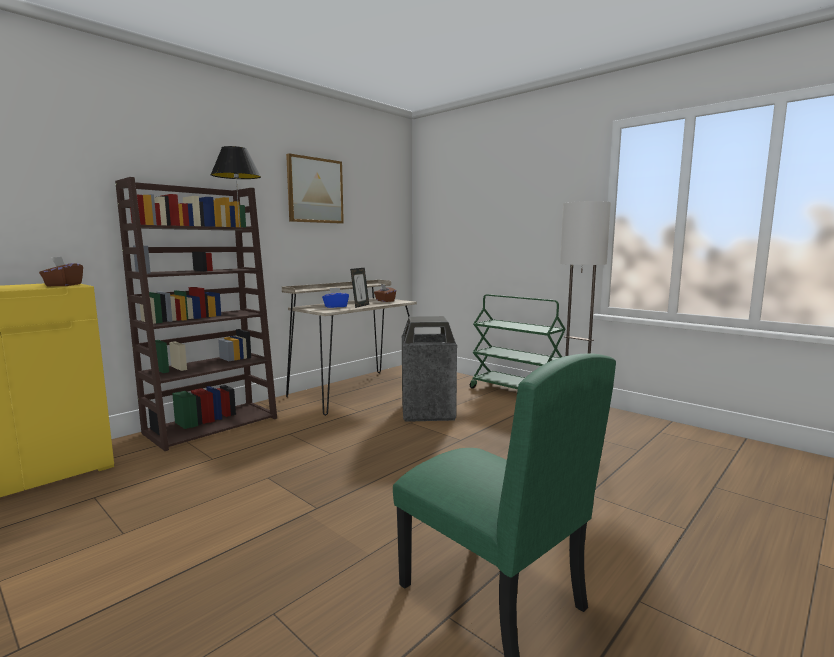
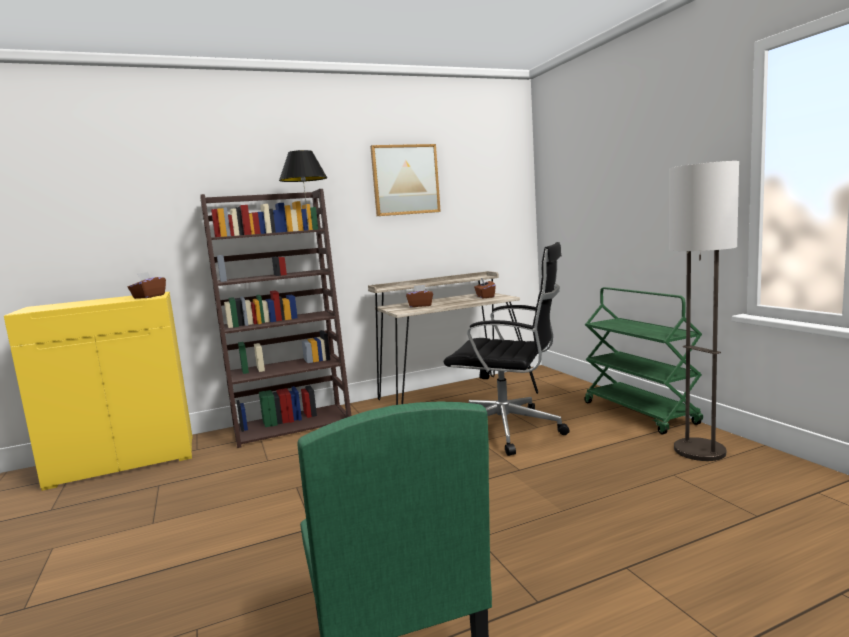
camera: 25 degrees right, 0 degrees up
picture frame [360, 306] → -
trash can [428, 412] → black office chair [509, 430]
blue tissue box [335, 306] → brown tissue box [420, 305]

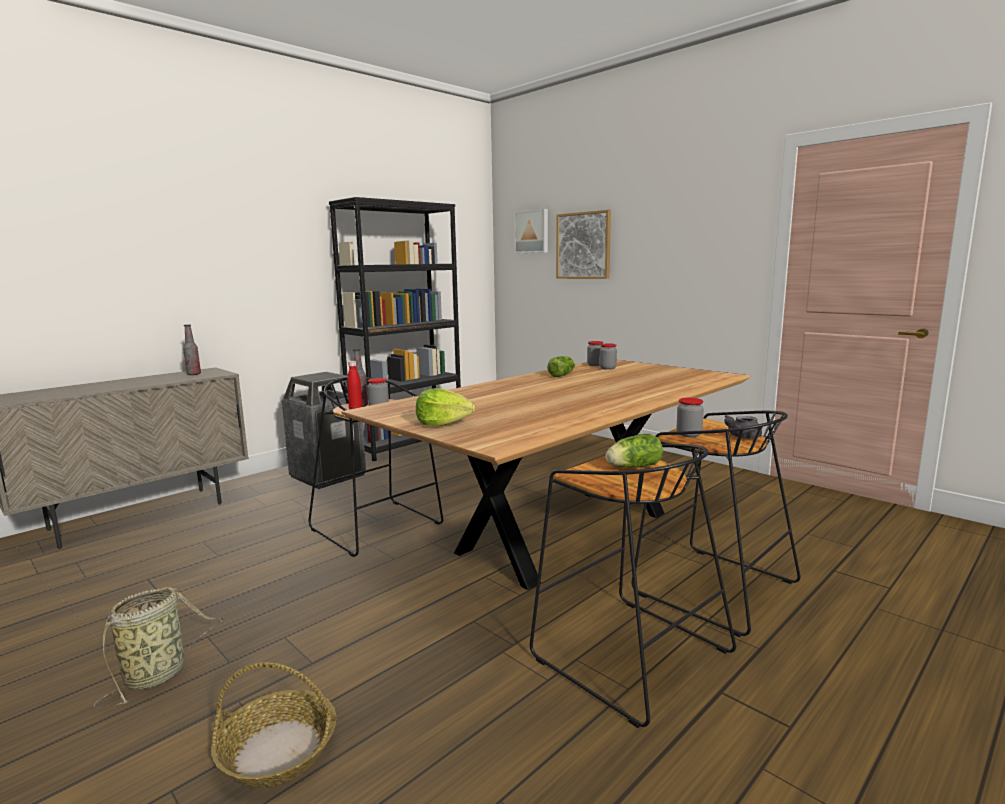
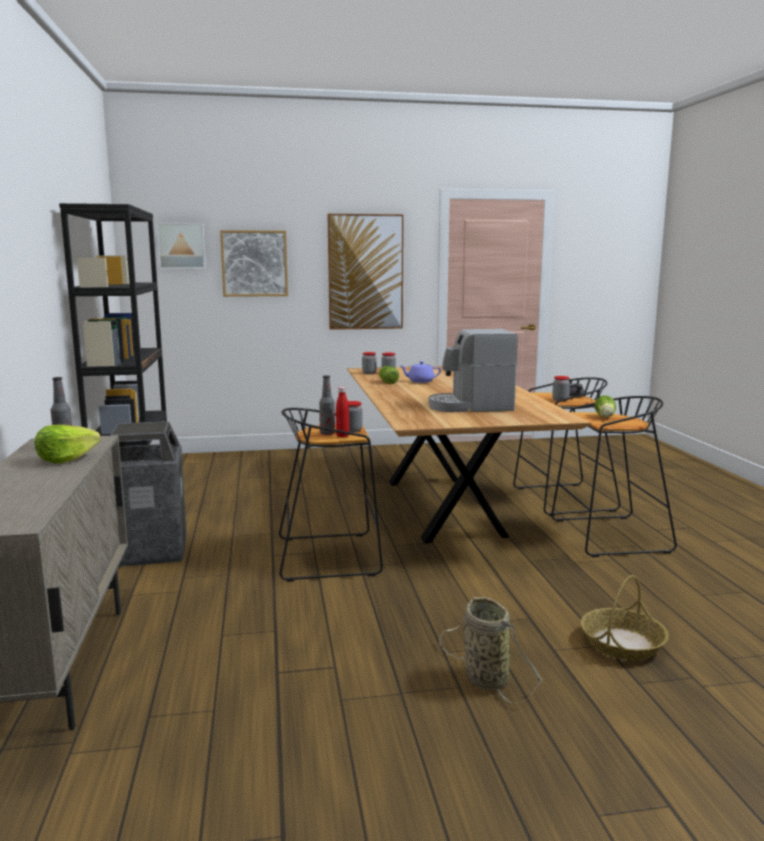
camera: 55 degrees left, 0 degrees up
- → picture [365, 272]
- → purple teapot [420, 381]
- → coffee machine [470, 406]
lettuce [443, 423] → lettuce [66, 459], move

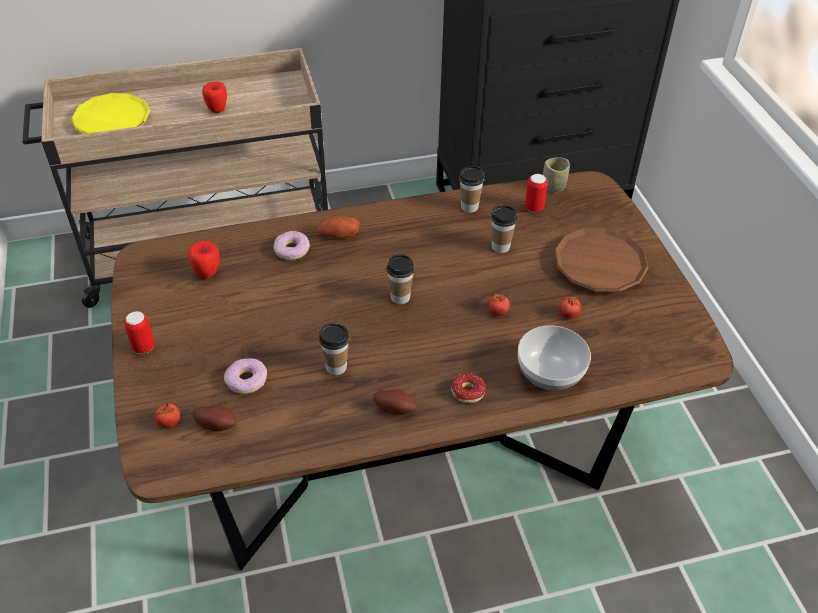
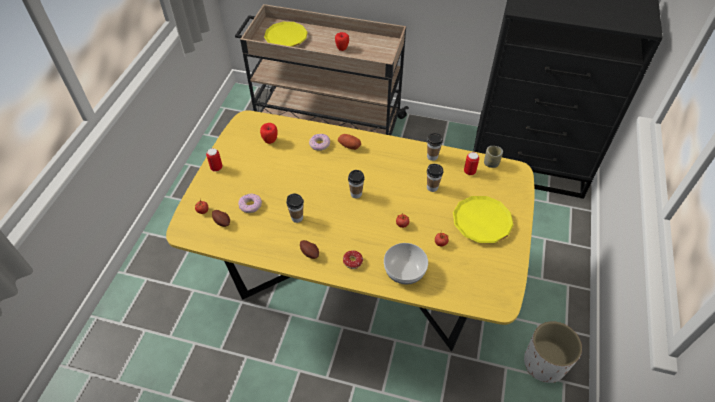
camera: 30 degrees right, 5 degrees up
- → white planter [544, 363]
brown dining table [406, 460] → yellow dining table [356, 283]
brown plate [599, 265] → yellow plate [481, 222]

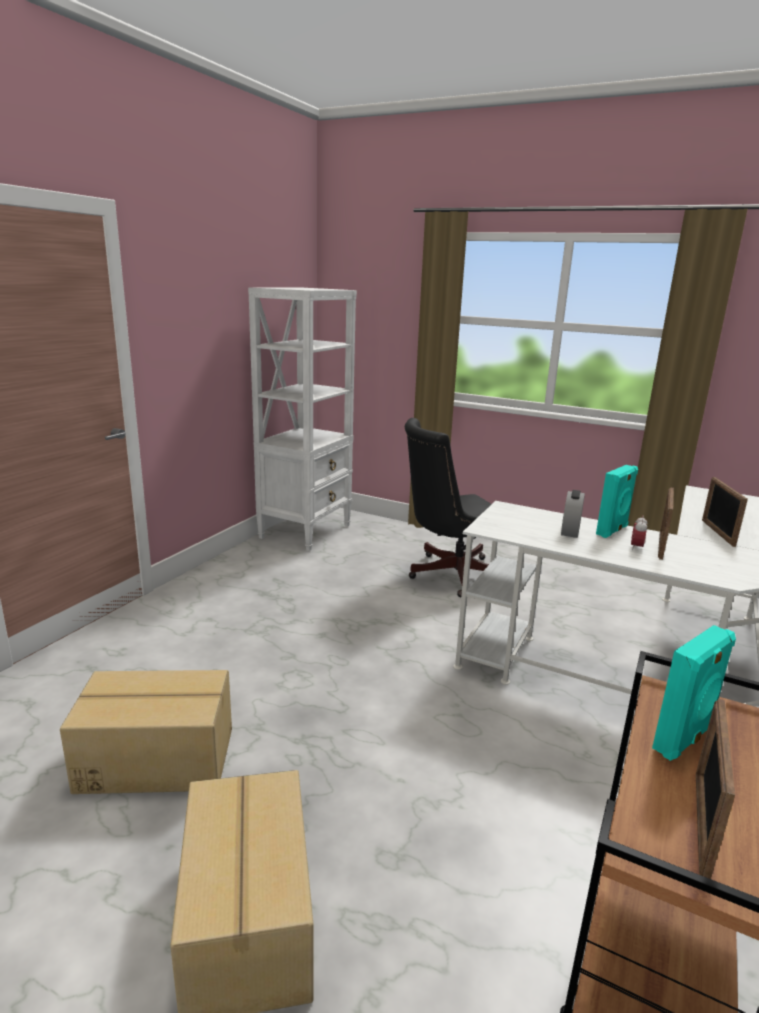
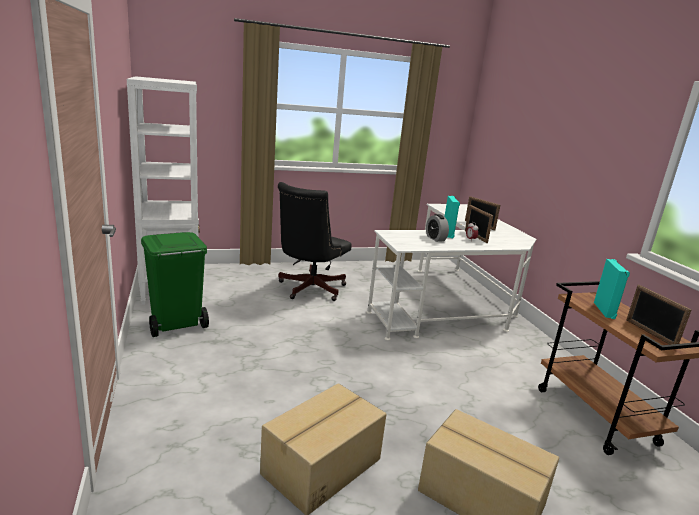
camera: 45 degrees left, 0 degrees up
- → green trash can [175, 325]

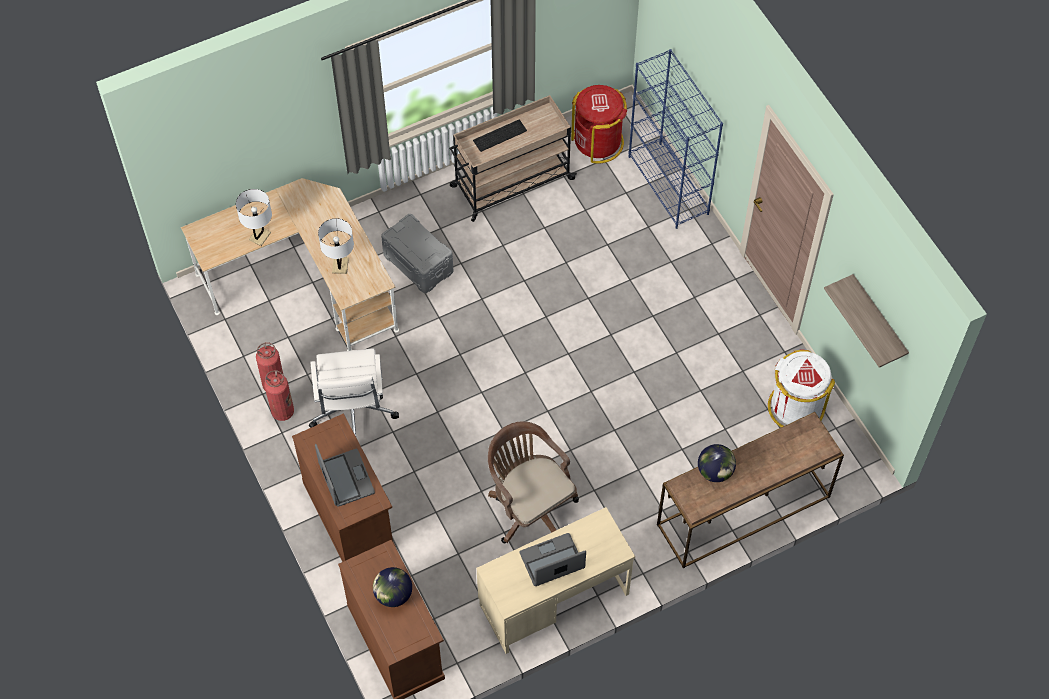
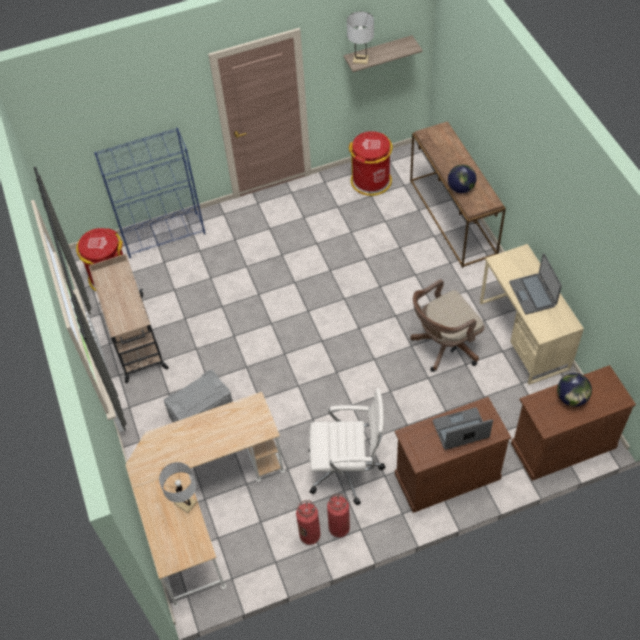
camera: 80 degrees left, 5 degrees down
keyboard [500, 134] → -
white table lamp [340, 265] → white table lamp [360, 59], move
white trash can [795, 407] → red trash can [371, 181]

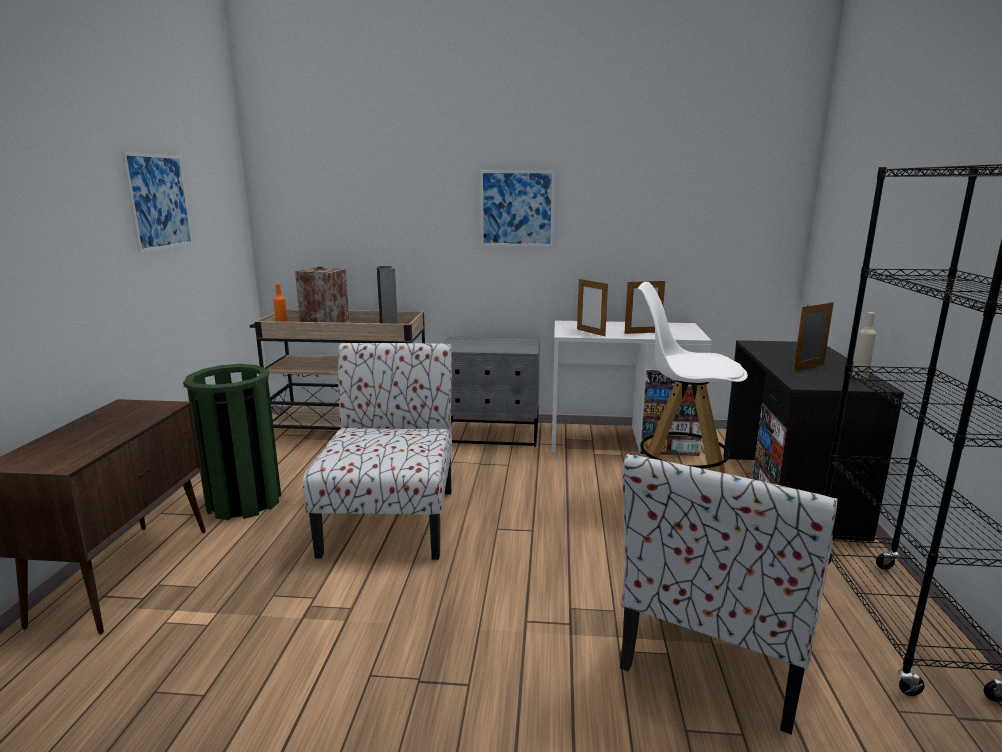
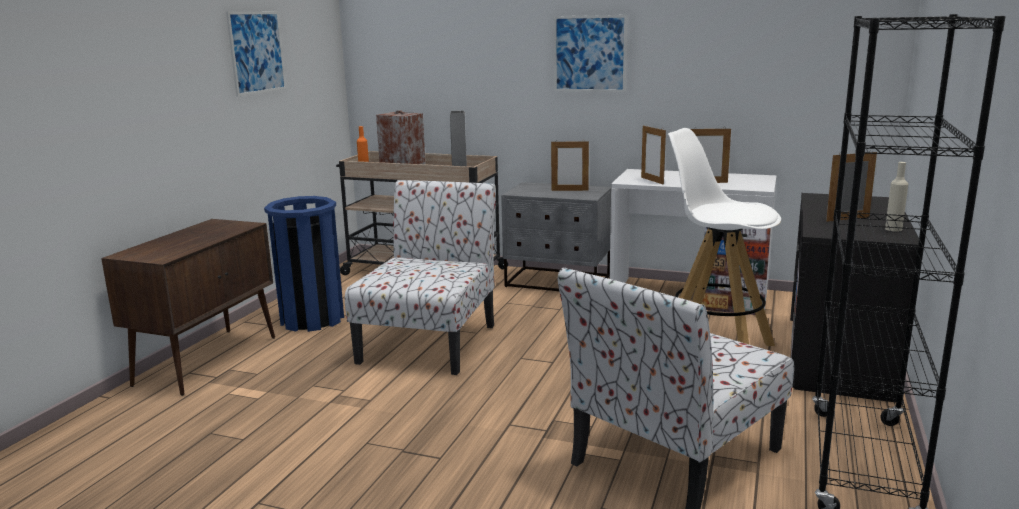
camera: 15 degrees right, 0 degrees up
- → picture frame [569, 190]
green trash can [244, 502] → blue trash can [312, 319]

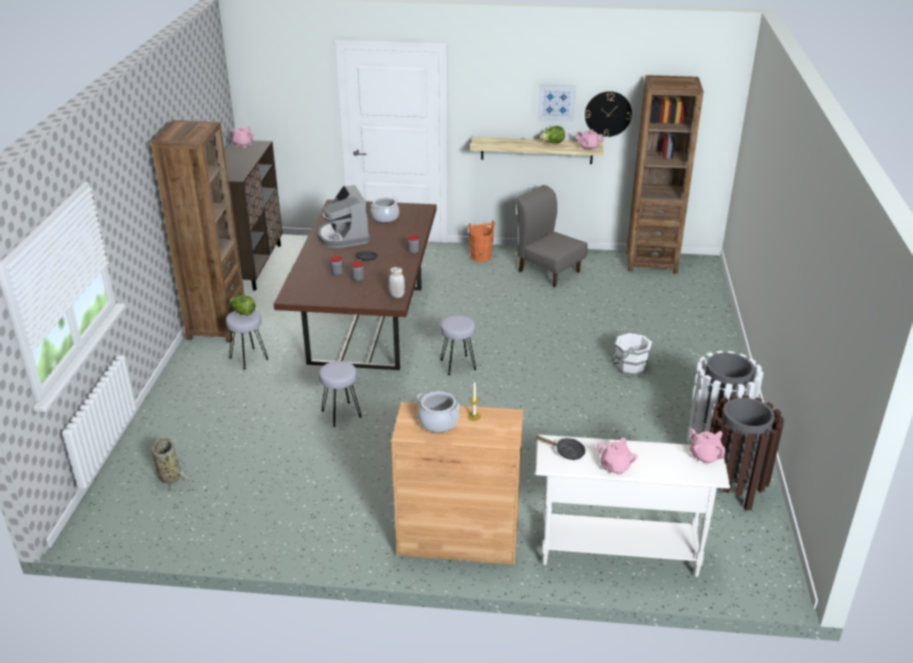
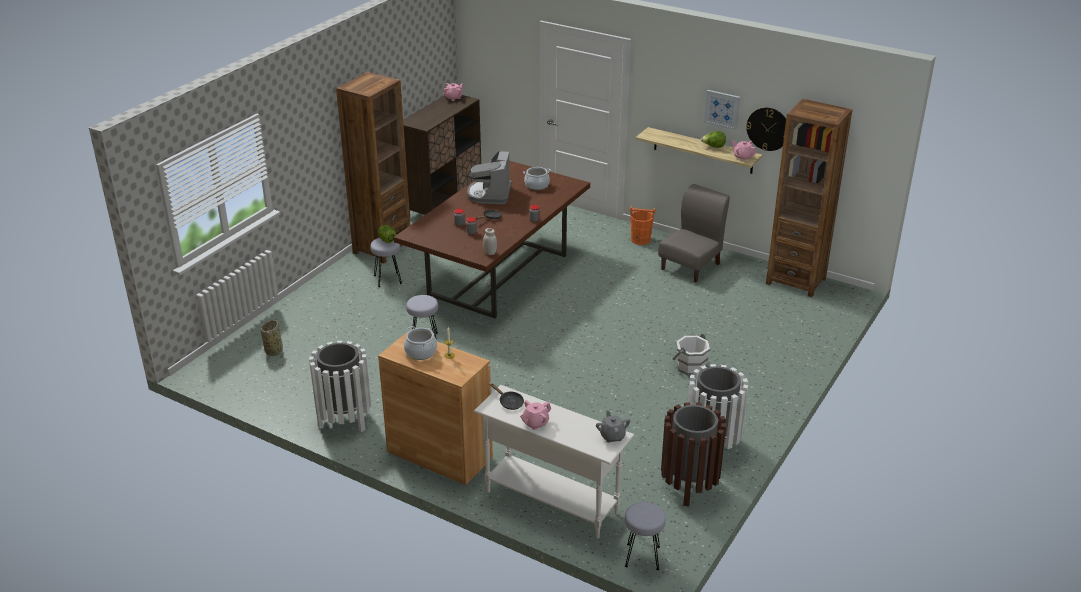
camera: 25 degrees right, 0 degrees up
- → white trash can [344, 419]
grey stool [458, 365] → grey stool [642, 557], move
pink teapot [705, 456] → grey teapot [612, 436]
grey chair [548, 271] → grey chair [691, 266], 60 degrees clockwise

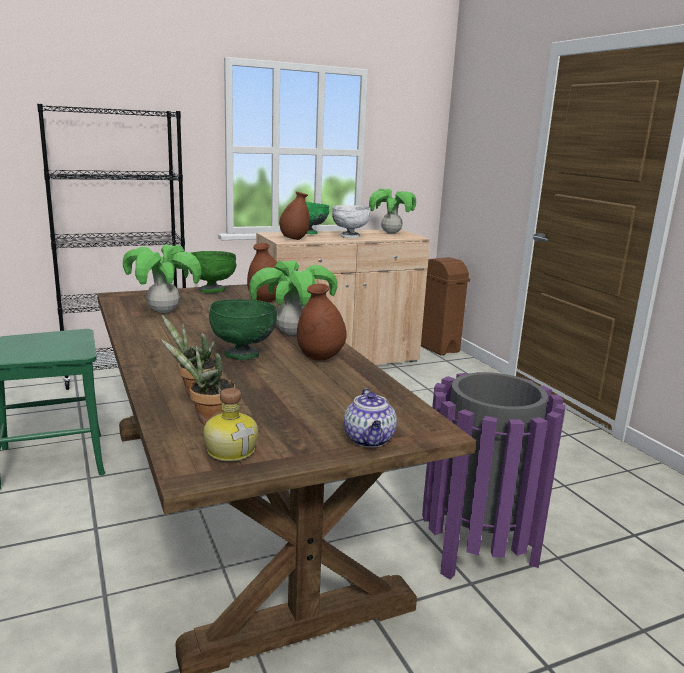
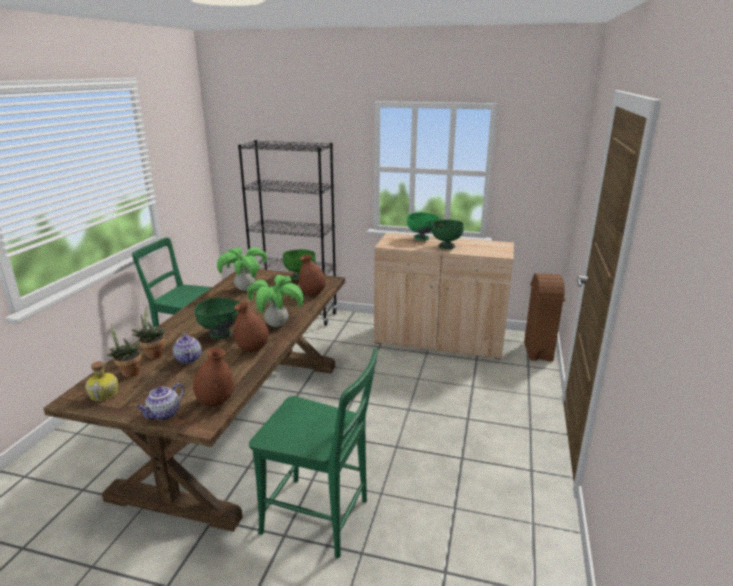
camera: 40 degrees right, 5 degrees up
potted plant [391, 233] → -
- → teapot [189, 359]
brown vase [294, 239] → brown vase [216, 402], move
purple trash can [478, 549] → green chair [320, 518]
white bowl [349, 236] → green bowl [446, 246]

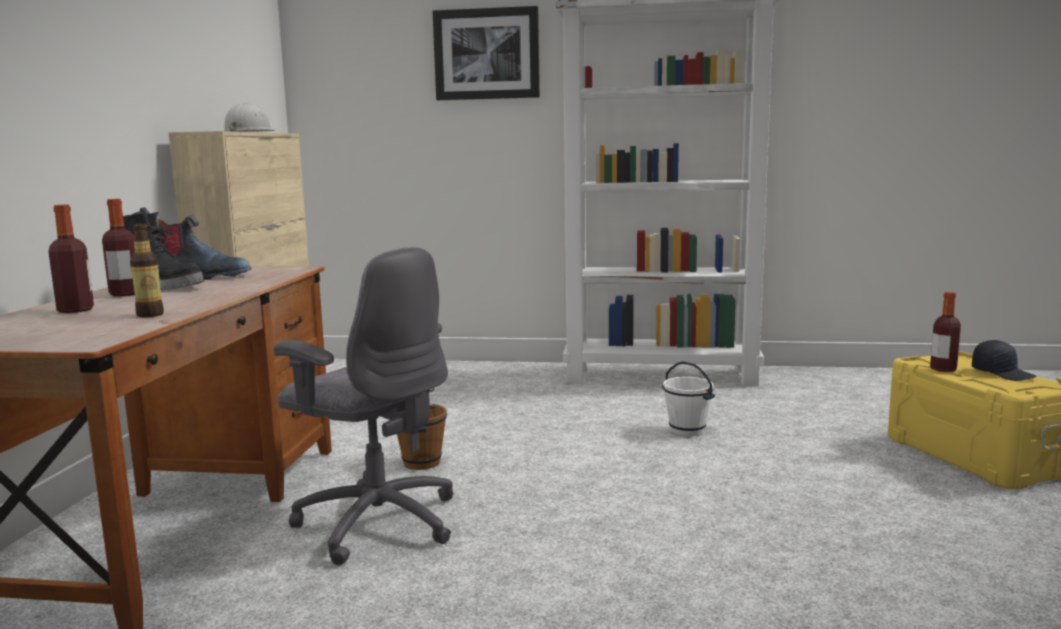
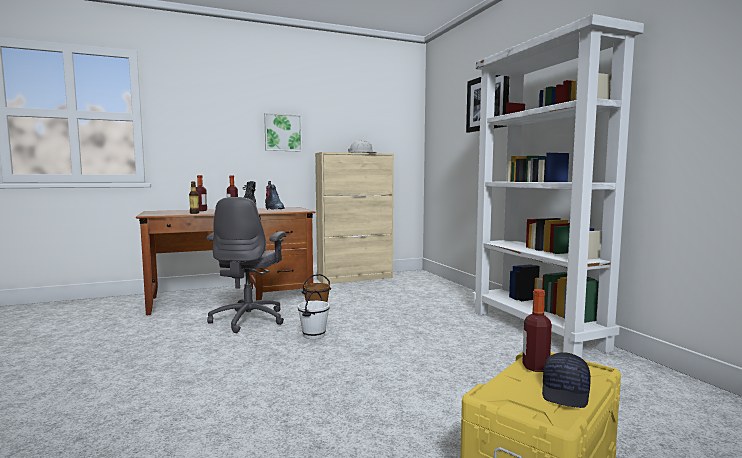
camera: 60 degrees right, 5 degrees down
- → picture [283, 132]
white bucket [686, 431] → white bucket [313, 335], move

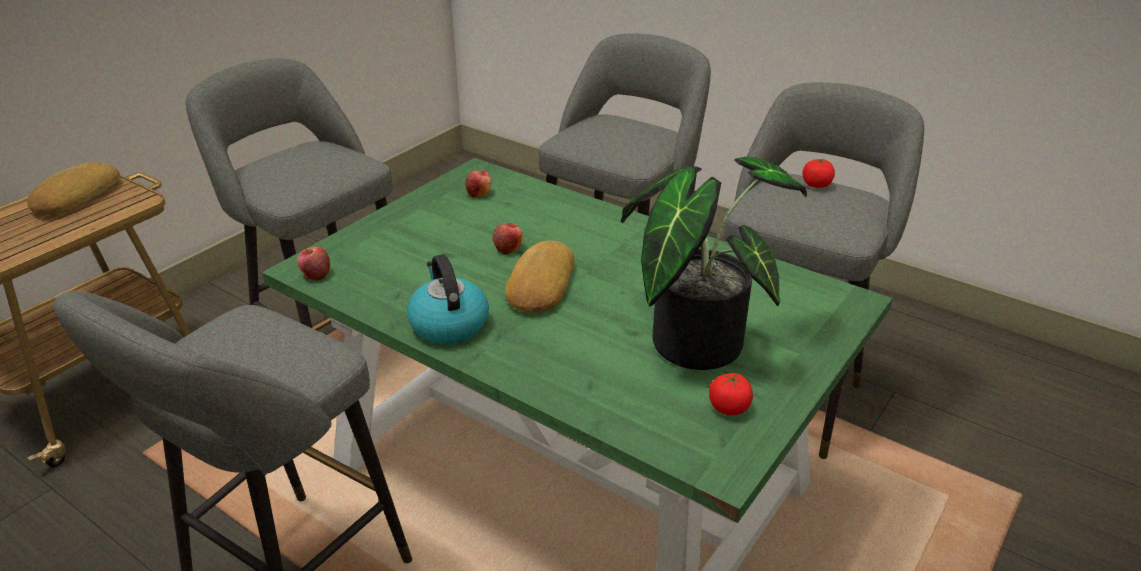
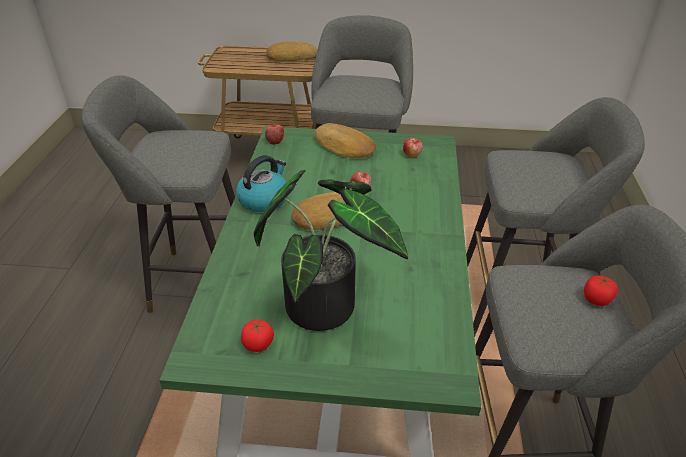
camera: 60 degrees right, 5 degrees up
- → bread [344, 147]

